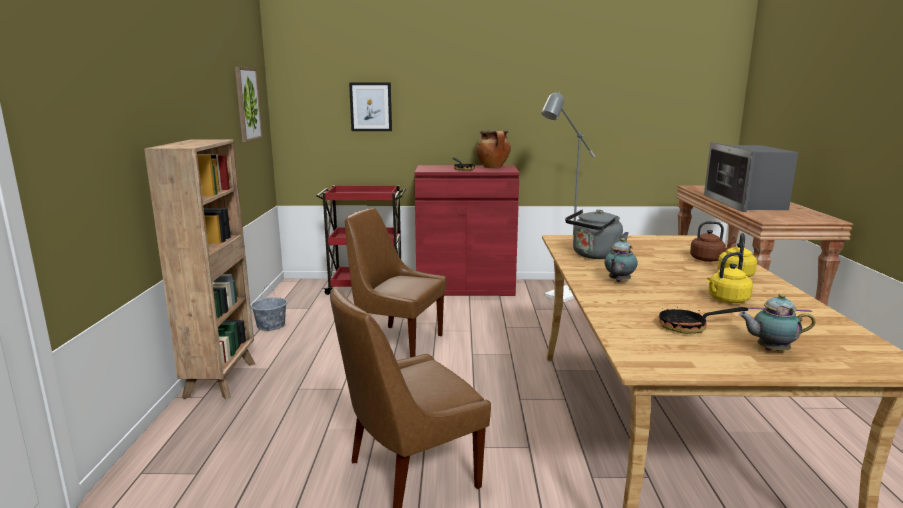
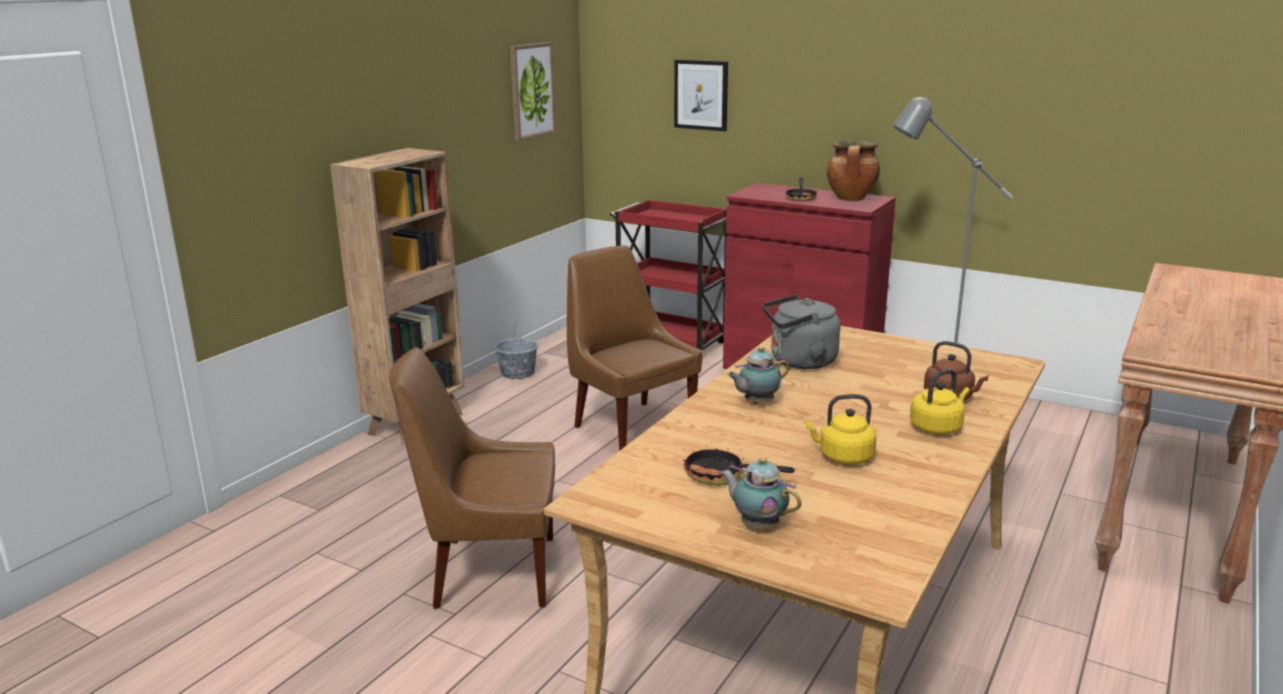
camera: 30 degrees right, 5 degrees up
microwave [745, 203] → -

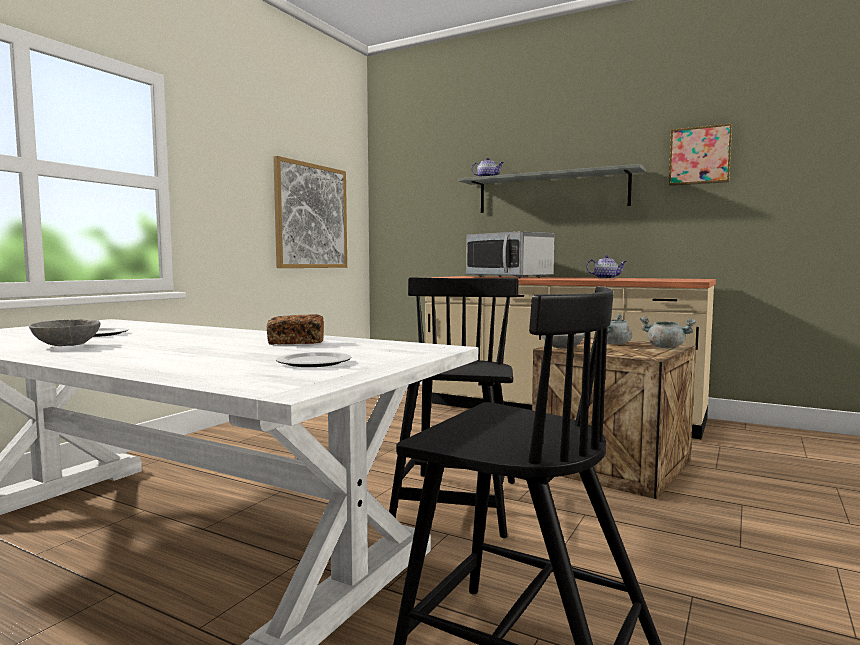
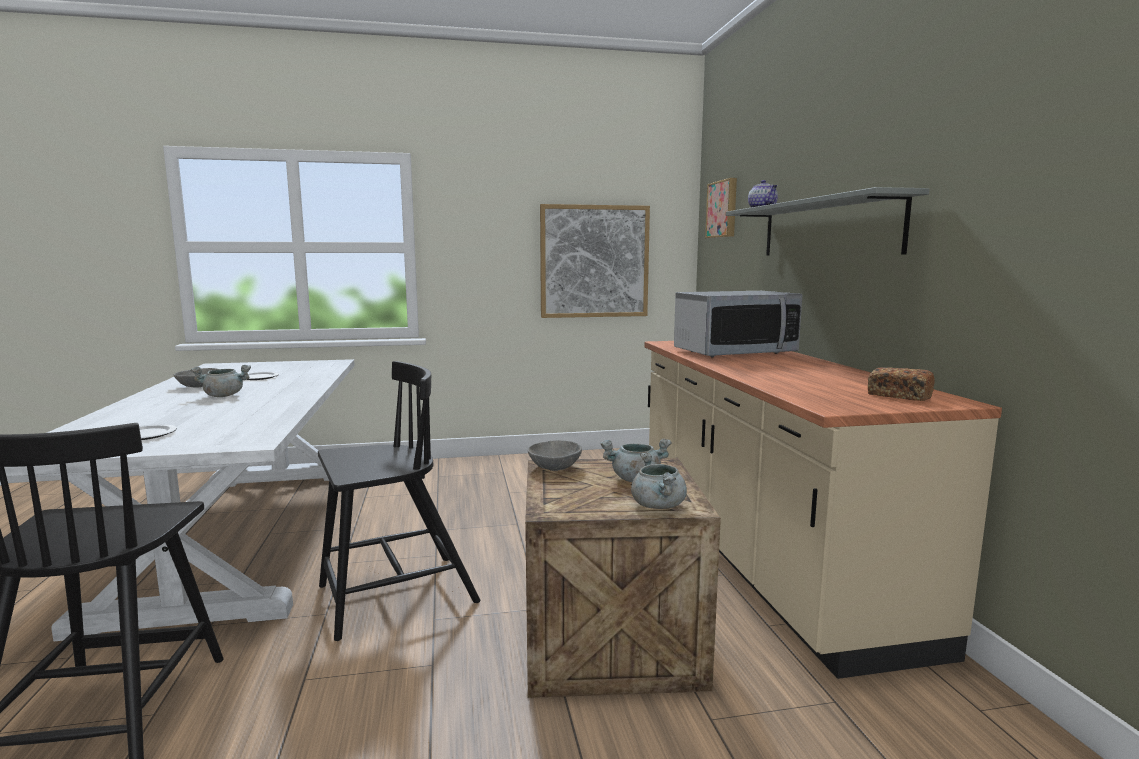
camera: 50 degrees right, 5 degrees up
teapot [606, 278] → -
- → grey cooking pot [224, 396]
bread [296, 342] → bread [899, 396], move
picture [700, 156] → picture [723, 209], move
microwave [509, 277] → microwave [734, 352], 120 degrees counterclockwise

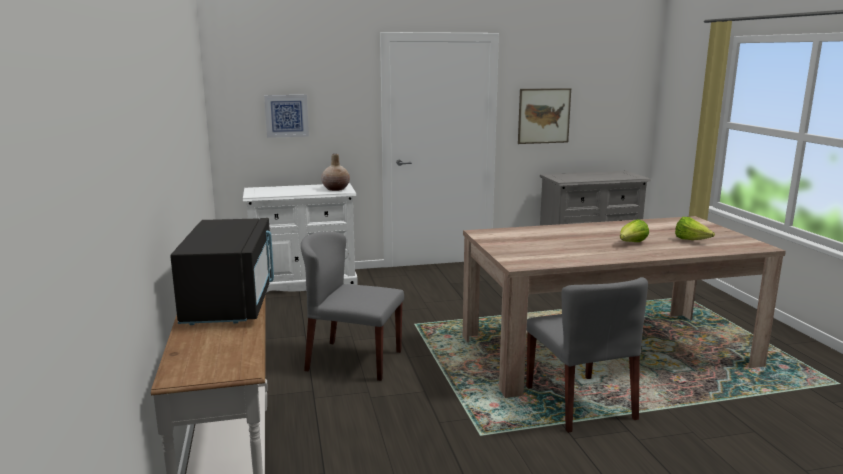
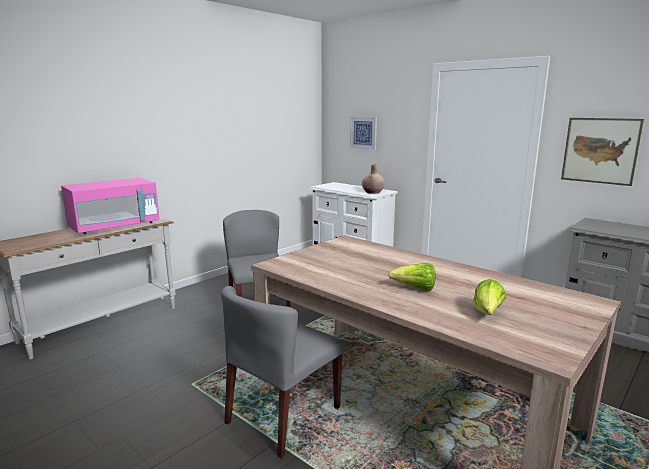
camera: 55 degrees right, 0 degrees up
black microwave [231, 303] → pink microwave [115, 227]

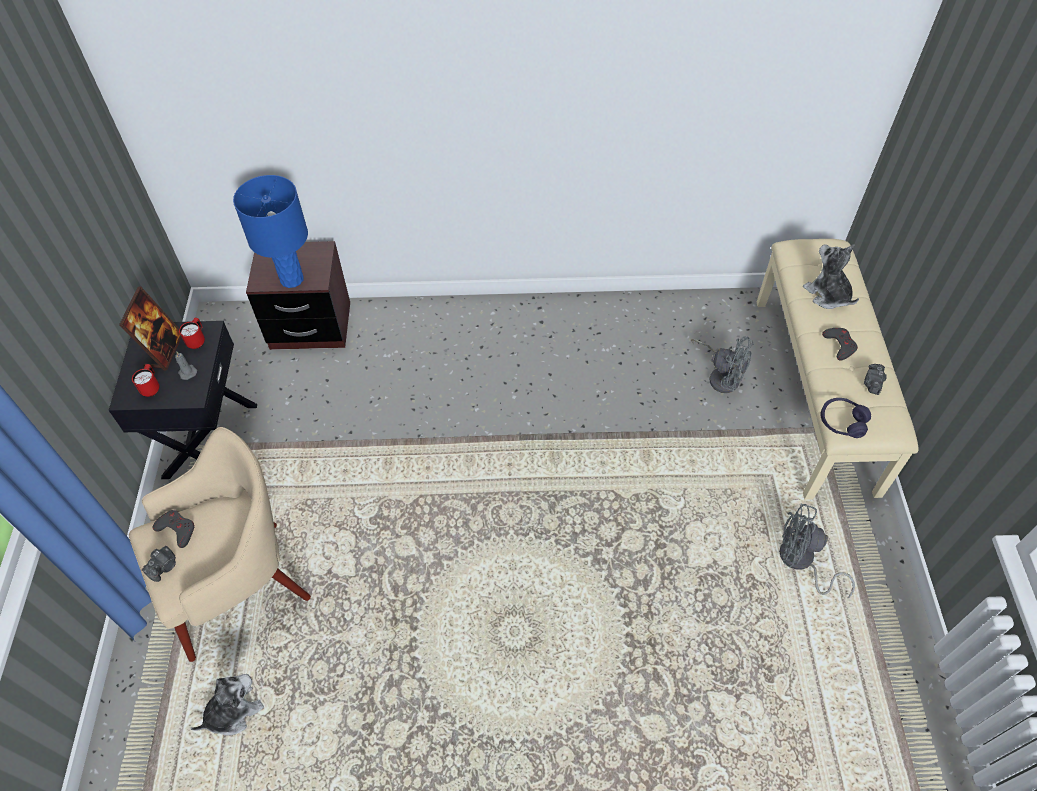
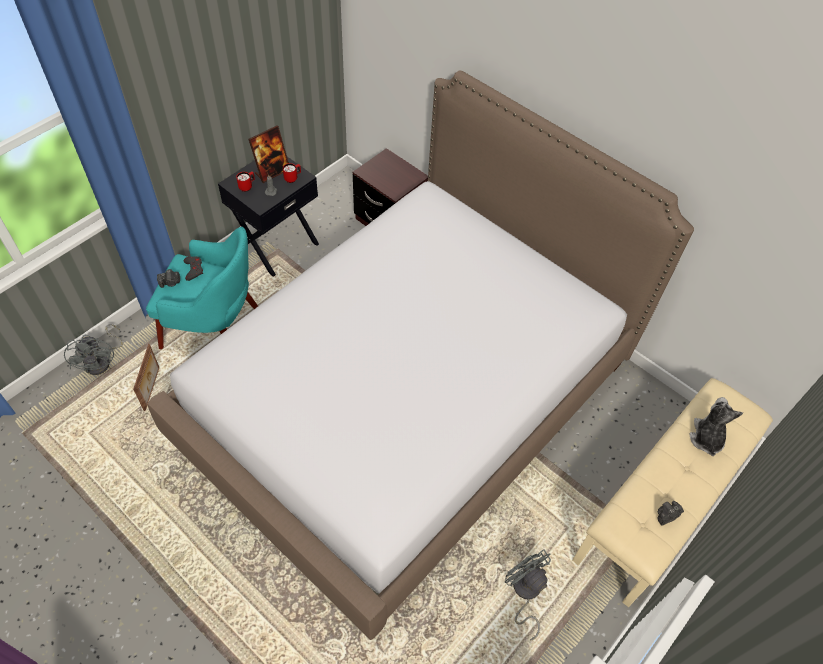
camera: 40 degrees right, 0 degrees up
blue table lamp [292, 279] → -
purple headphones [842, 422] → -
grey game controller [839, 345] → -
- → bed [407, 402]
grey fan [721, 376] → grey fan [102, 361], move
plush toy [233, 711] → picture frame [152, 389]
beige armchair [240, 586] → turquoise armchair [215, 331]

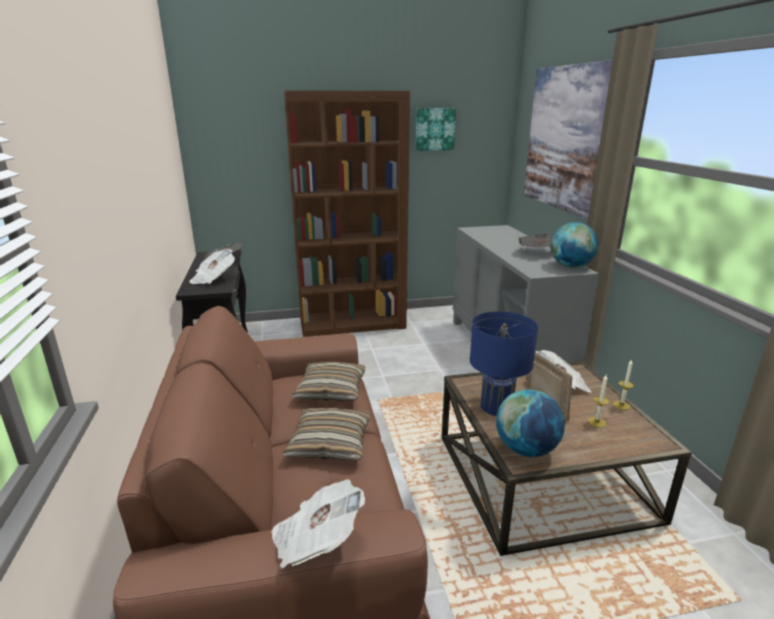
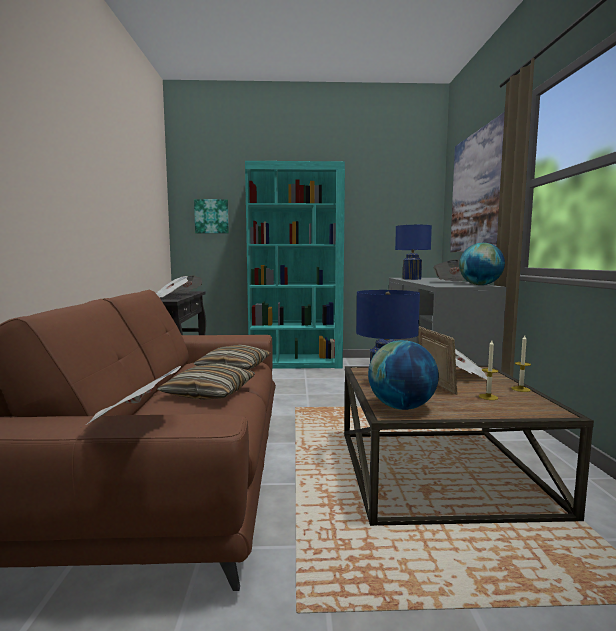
camera: 10 degrees right, 15 degrees down
- → blue table lamp [411, 279]
picture [434, 129] → picture [211, 216], move
brown bookcase [352, 323] → turquoise bookcase [296, 363]

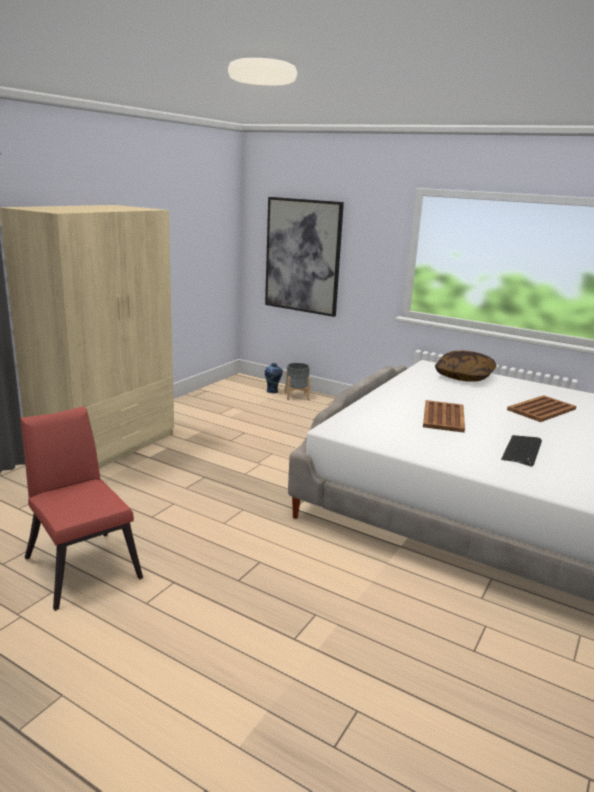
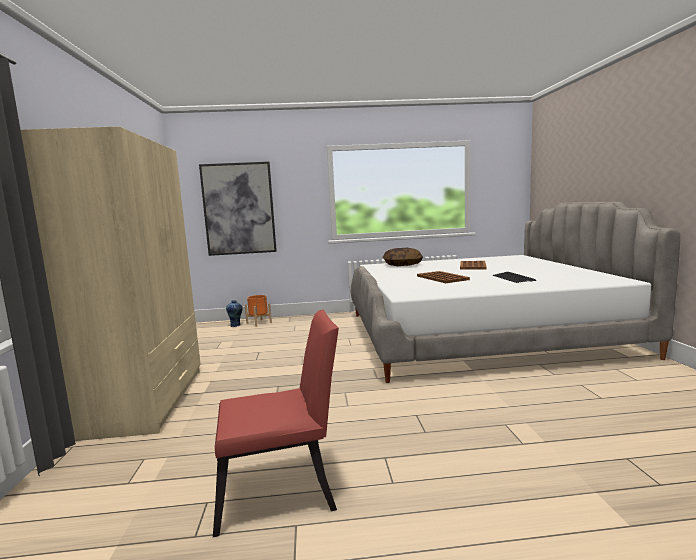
camera: 35 degrees left, 10 degrees down
grey planter [296, 396] → orange planter [258, 323]
red chair [82, 563] → red chair [283, 488], 150 degrees clockwise

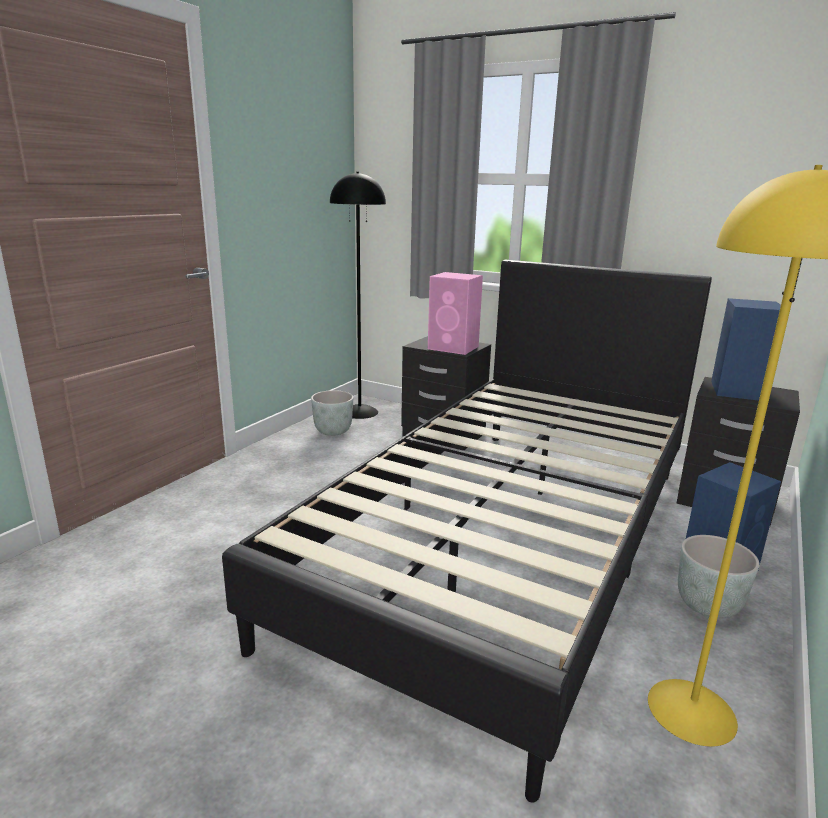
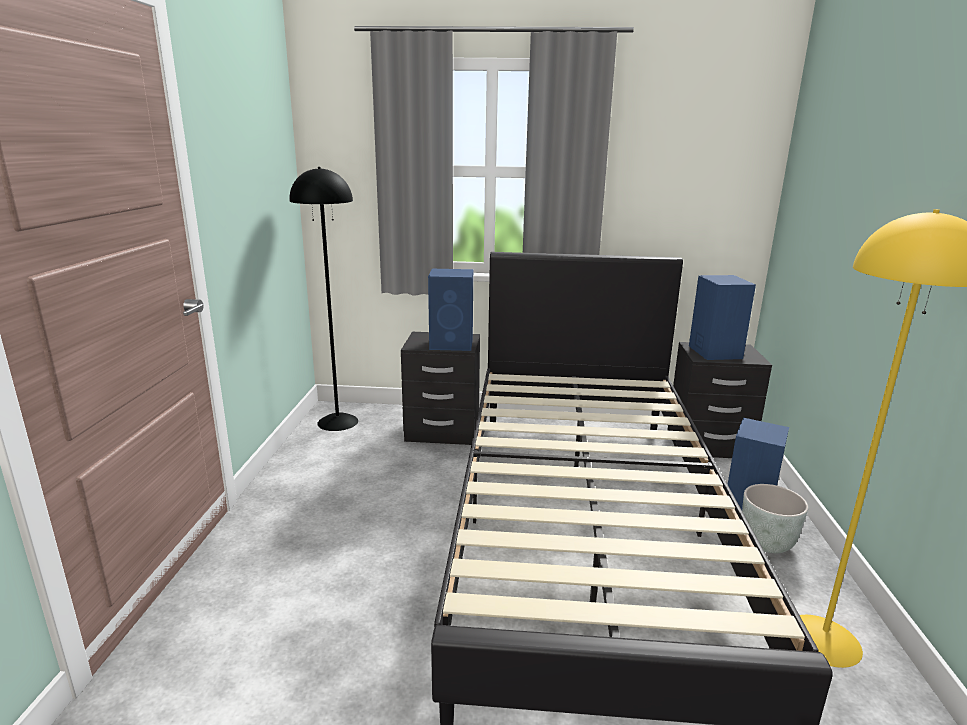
camera: 25 degrees left, 0 degrees up
grey planter [333, 431] → -
pink speaker [454, 348] → blue speaker [452, 344]

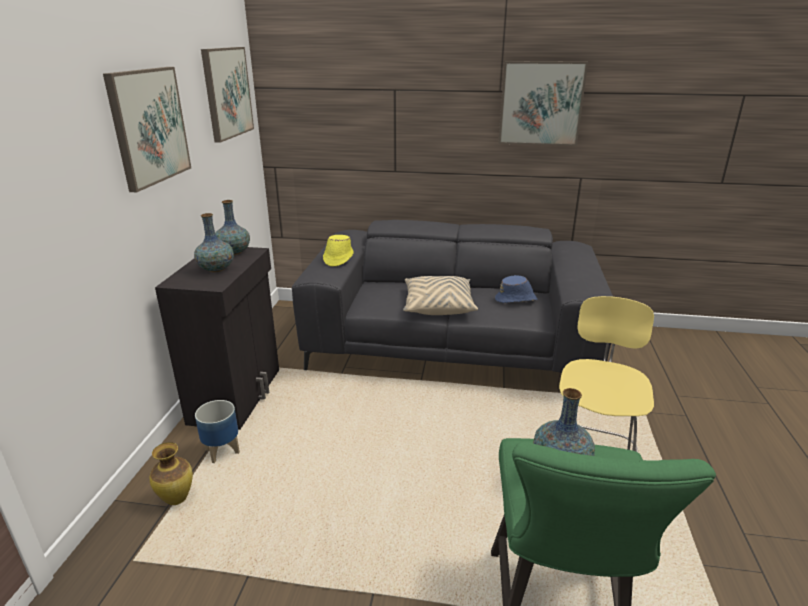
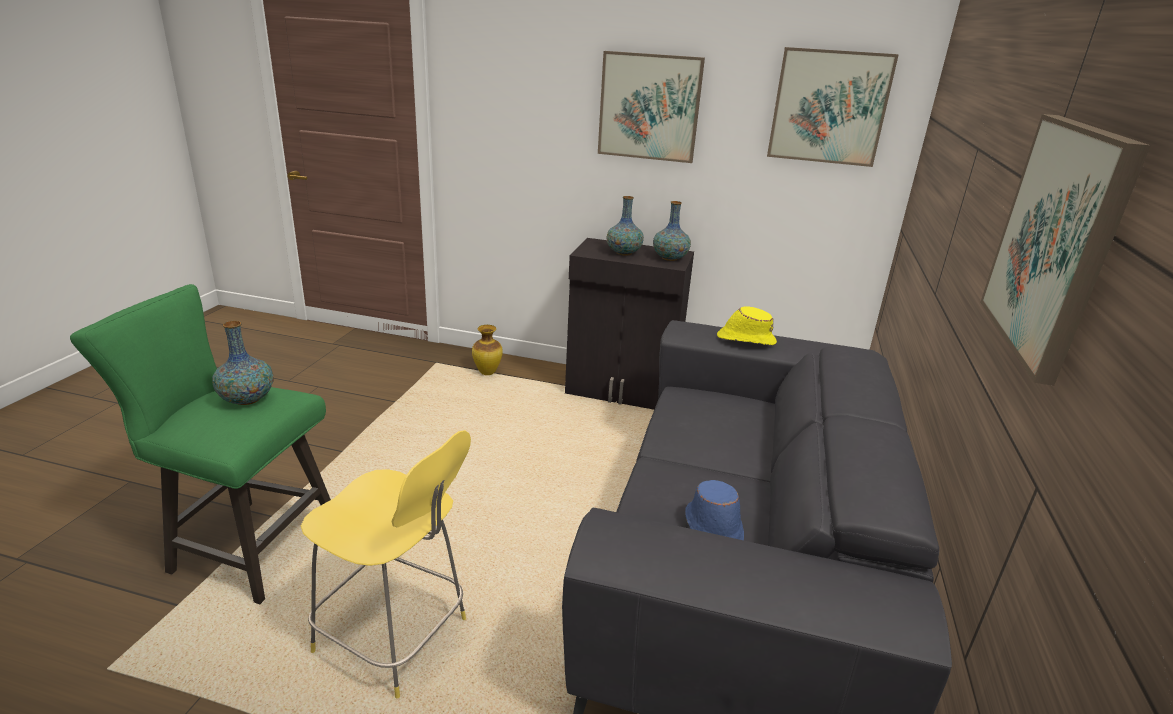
camera: 95 degrees right, 0 degrees up
planter [222, 451] → -
beige pillow [438, 306] → -

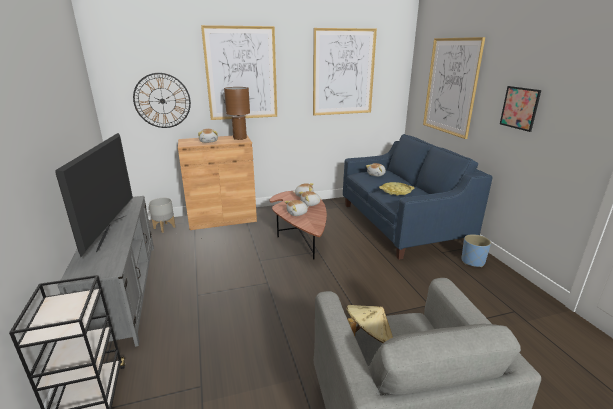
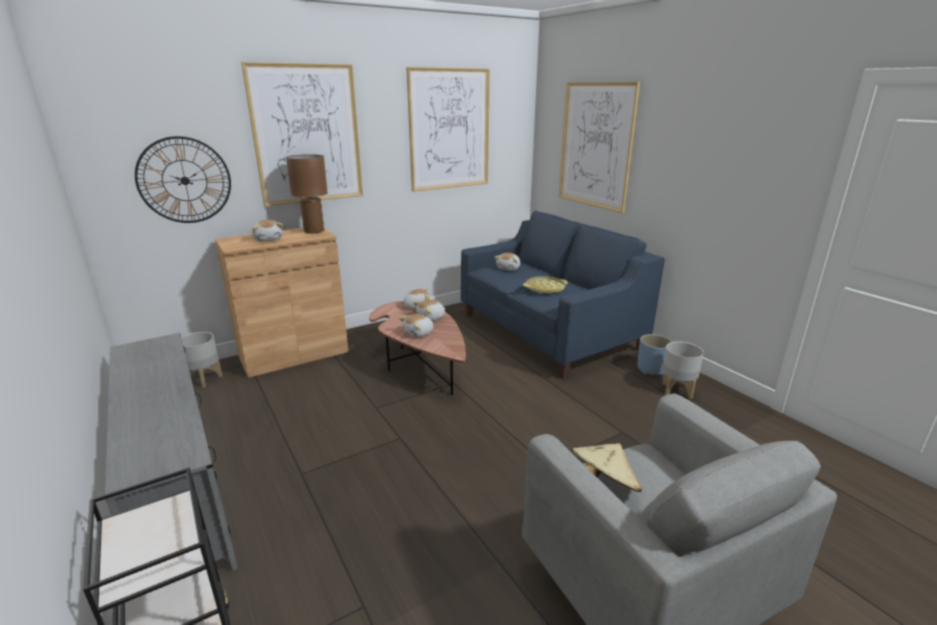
camera: 15 degrees left, 0 degrees up
television [111, 232] → -
picture [519, 108] → -
- → grey planter [677, 390]

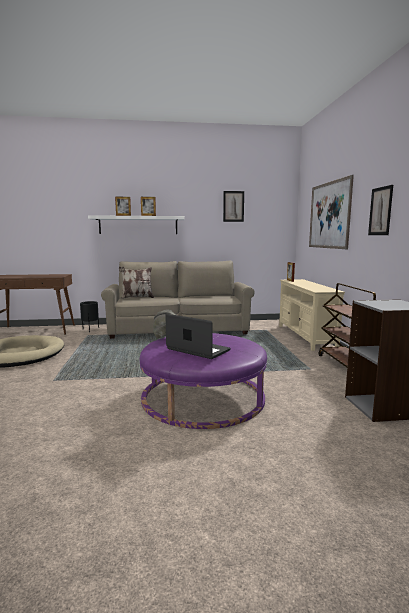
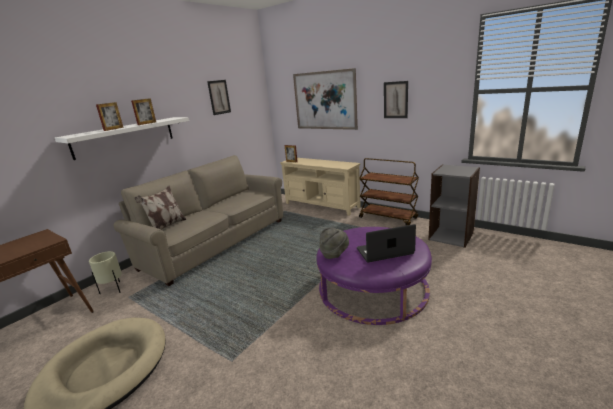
camera: 45 degrees left, 10 degrees up
black planter [90, 330] → beige planter [113, 289]

